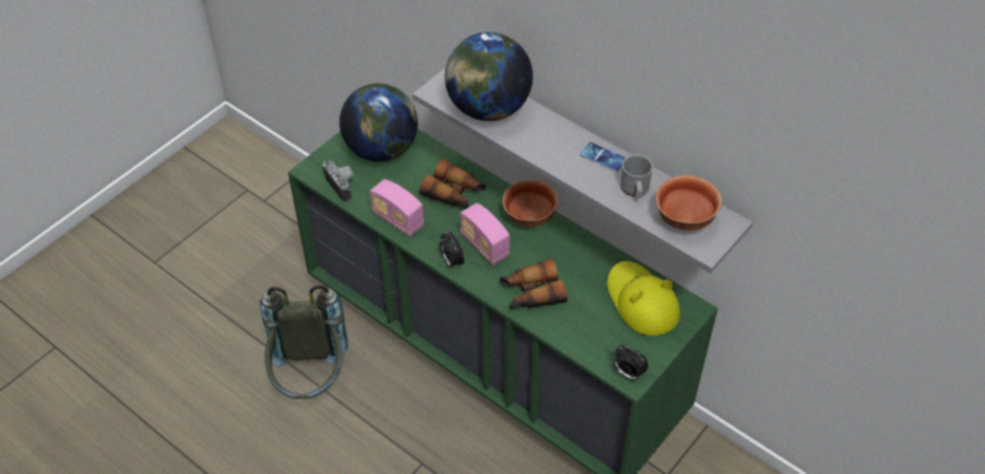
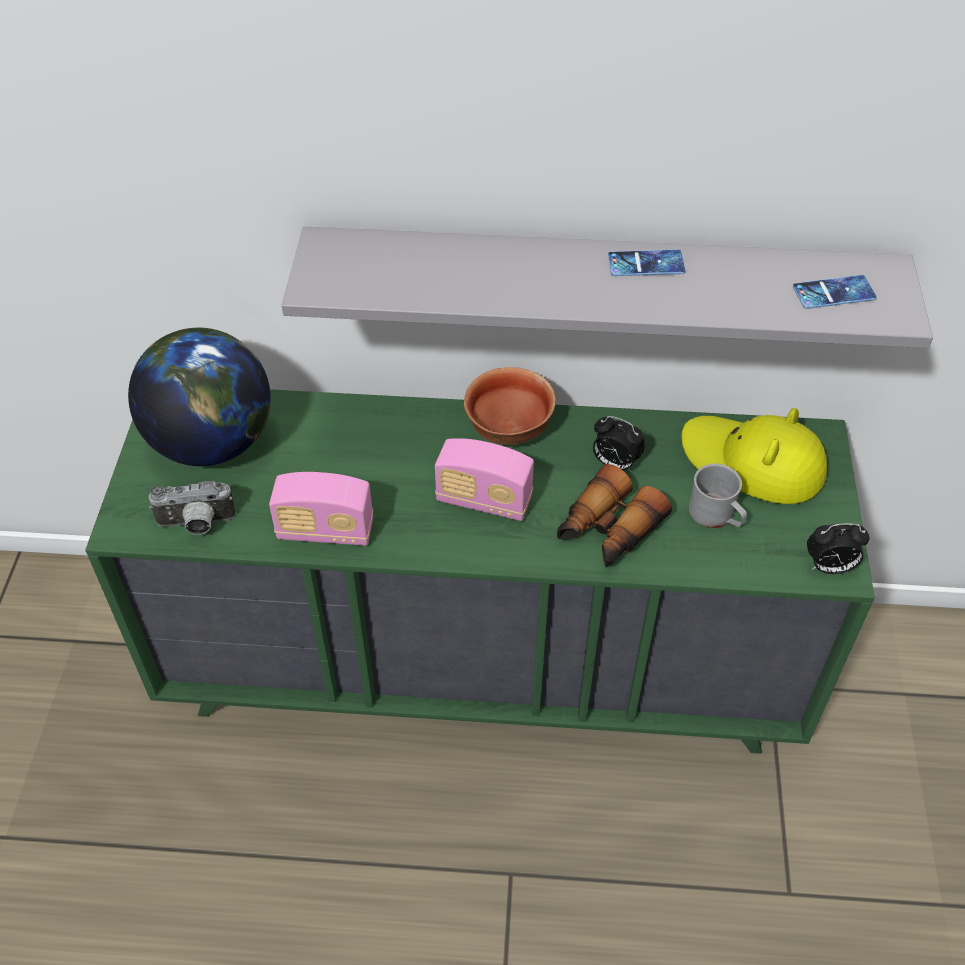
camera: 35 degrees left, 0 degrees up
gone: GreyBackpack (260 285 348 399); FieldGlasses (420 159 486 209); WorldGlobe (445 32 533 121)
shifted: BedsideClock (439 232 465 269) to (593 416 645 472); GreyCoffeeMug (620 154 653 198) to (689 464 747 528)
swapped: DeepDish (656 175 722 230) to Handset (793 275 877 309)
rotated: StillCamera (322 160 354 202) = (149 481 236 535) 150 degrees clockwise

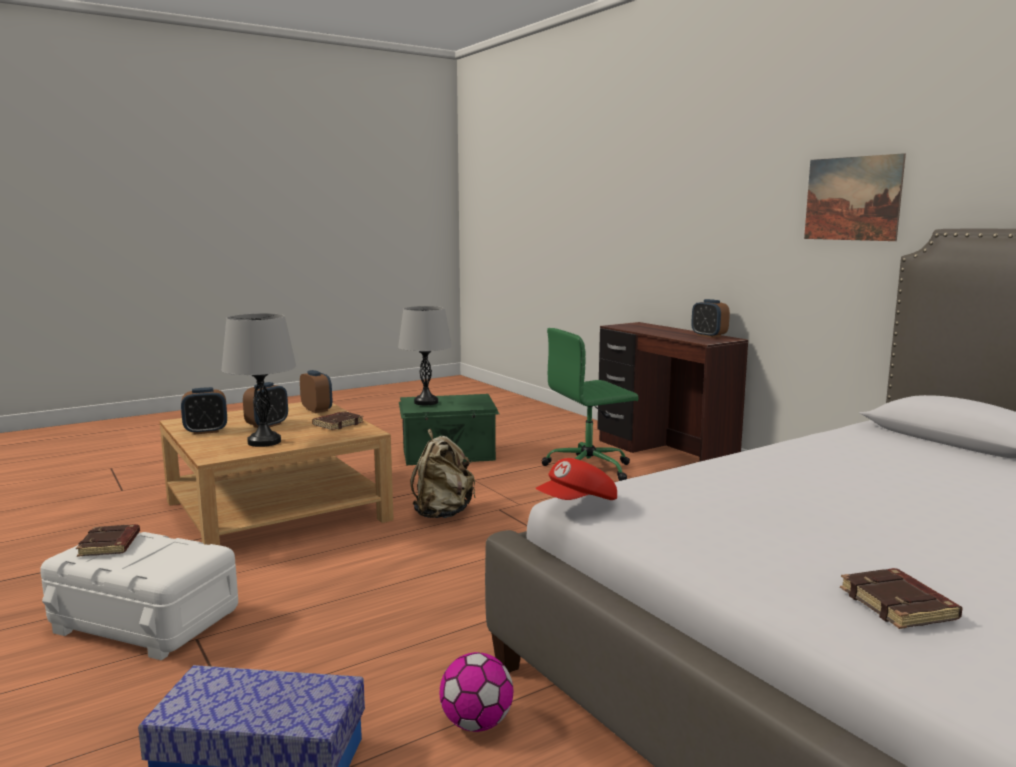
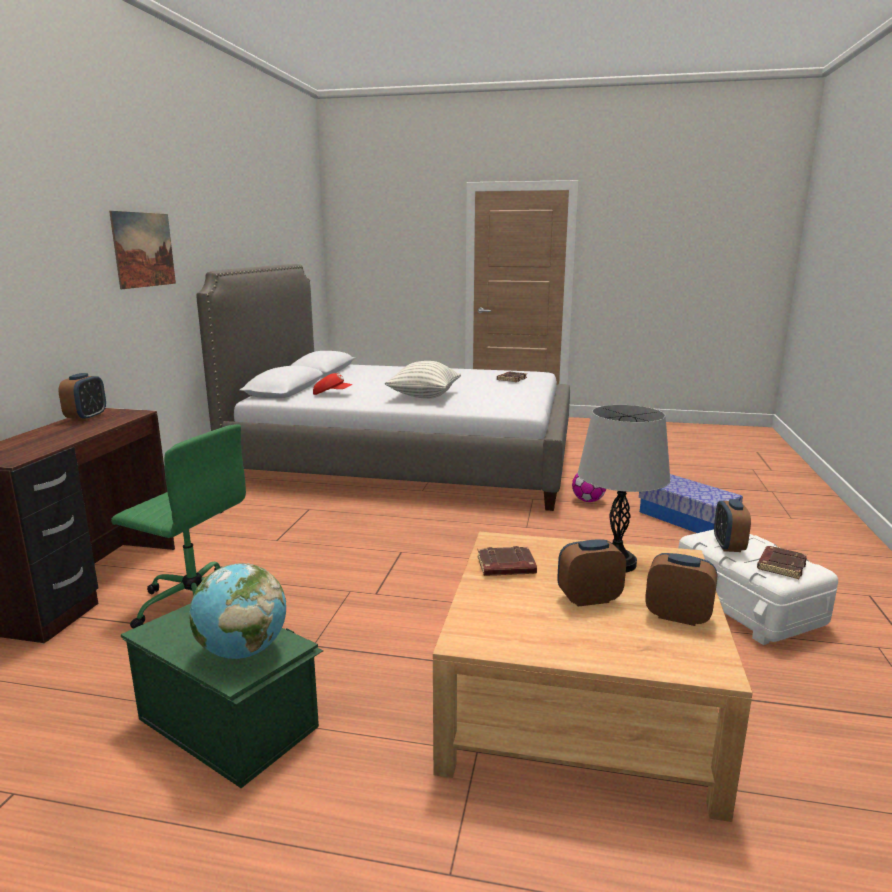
camera: 135 degrees left, 5 degrees up
gone: BeigeColouredBackpack (410 429 476 518)
new: Pillow (385 361 461 399)
shifted: BedsideClock (300 370 332 413) to (714 499 751 552); ReddishCap (535 458 617 500) to (313 373 352 395)
swapped: GreyTableLamp (398 306 452 405) to WorldGlobe (190 563 286 659)

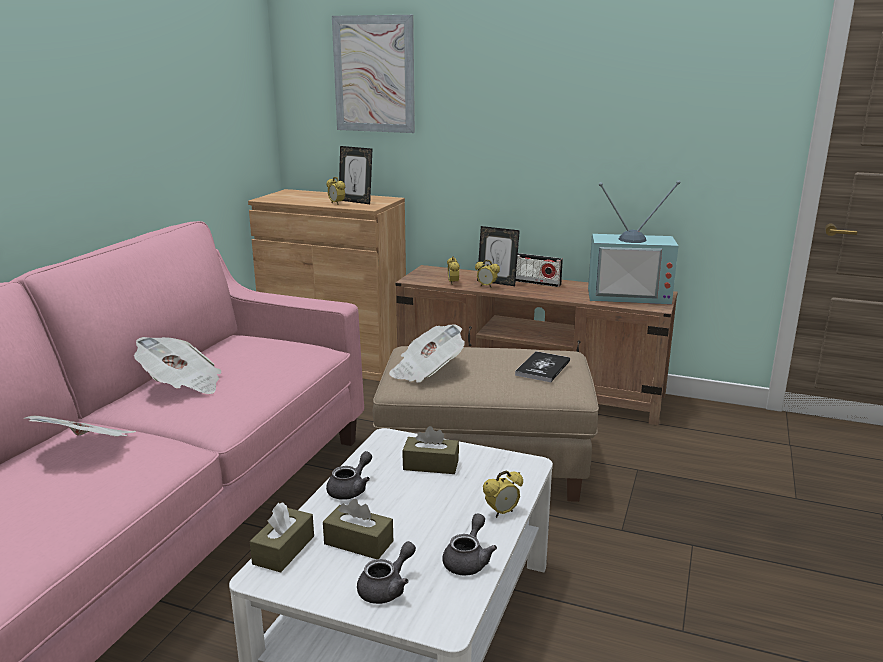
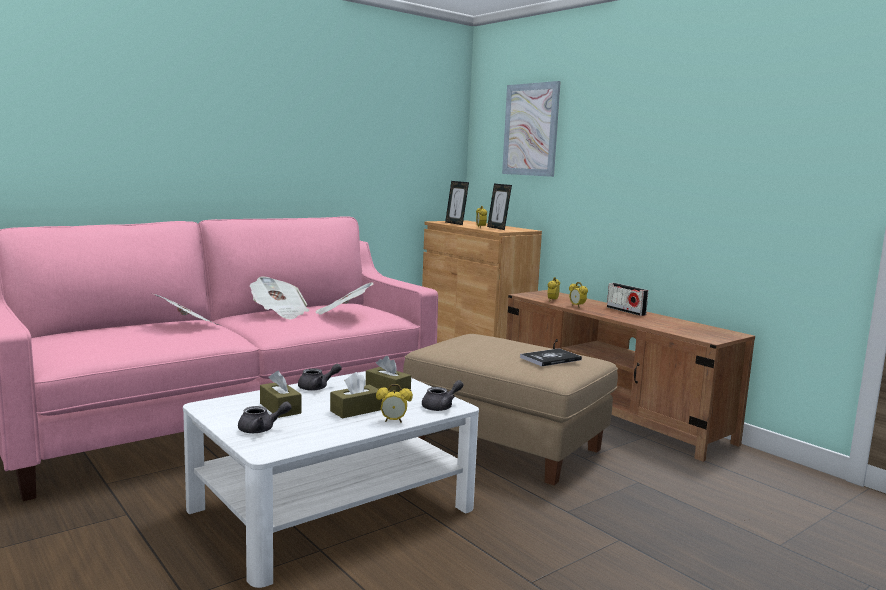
camera: 30 degrees right, 10 degrees down
gone: Television (588 180 680 304)
shifted: BrownishBoxOfTissues (250 502 314 573) to (330 372 382 418); DailyPaper (389 324 464 383) to (315 282 374 315); GreyTeapot (442 513 497 576) to (422 380 463 411); PhotoFrame (477 226 520 286) to (445 181 469 225)

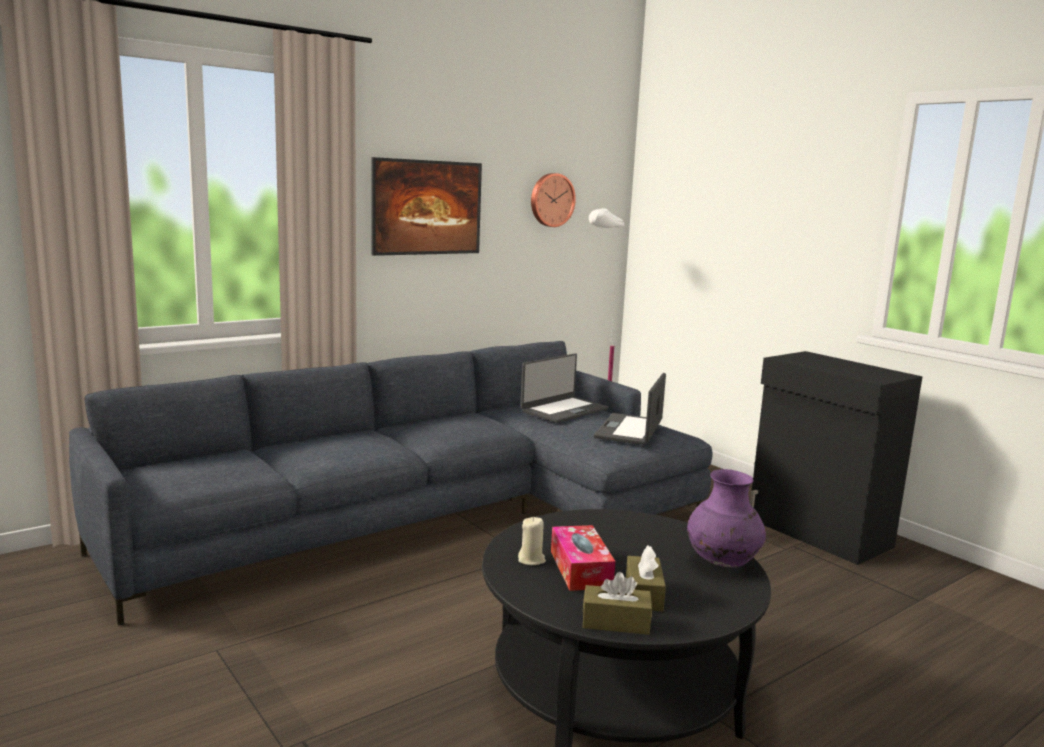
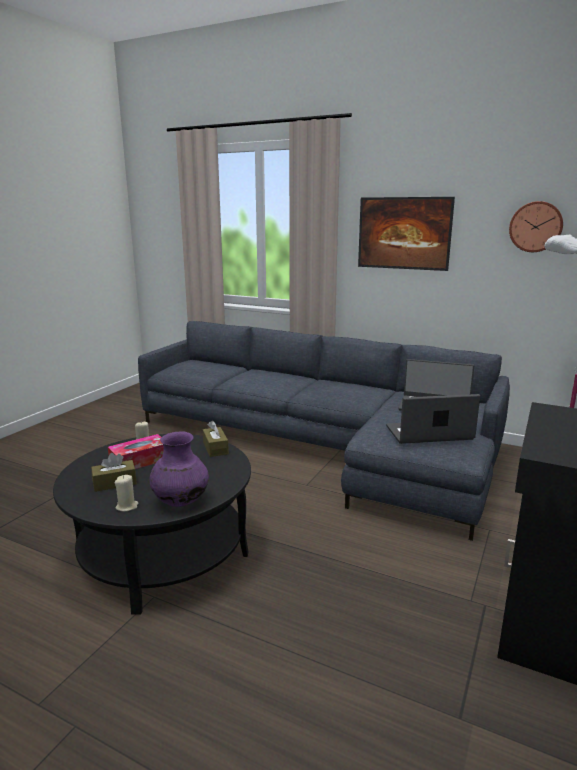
camera: 65 degrees right, 5 degrees up
new: BeigeColouredWaxCandle (115 475 139 512)
shifted: BrownishBoxOfTissues (583 572 652 635) to (203 421 229 457)

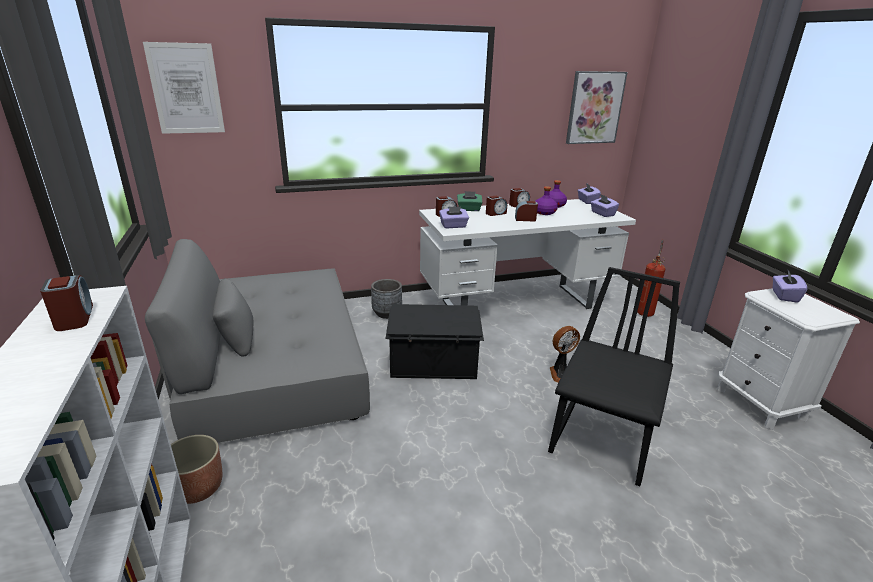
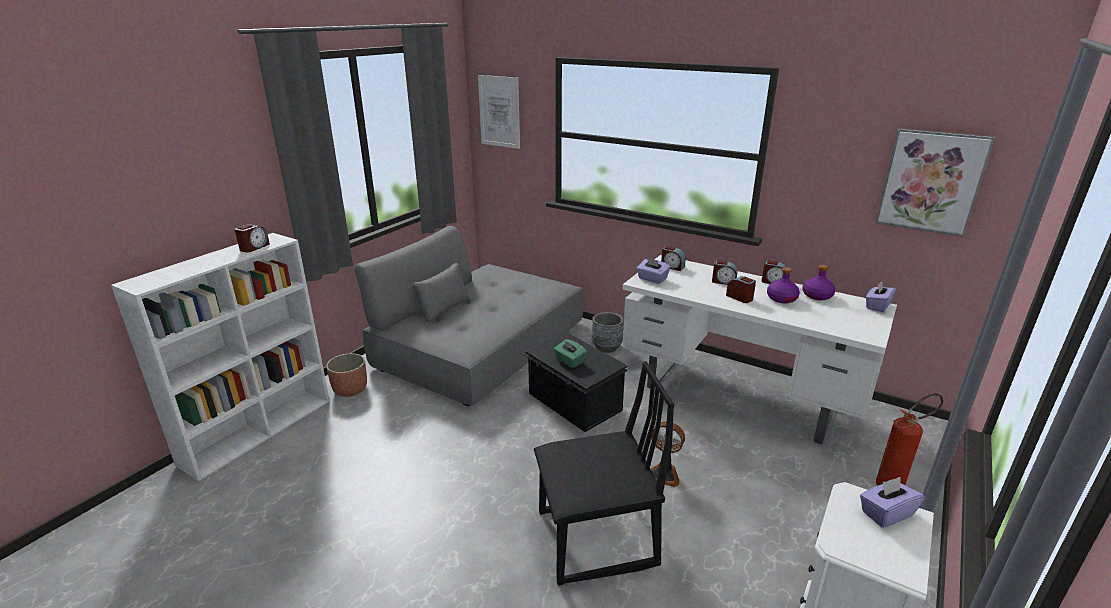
camera: 50 degrees right, 0 degrees up
gone: PurplishBoxOfTissues (591 194 619 217)
shifted: GreenBoxOfTissues (457 191 483 211) to (554 339 587 368)

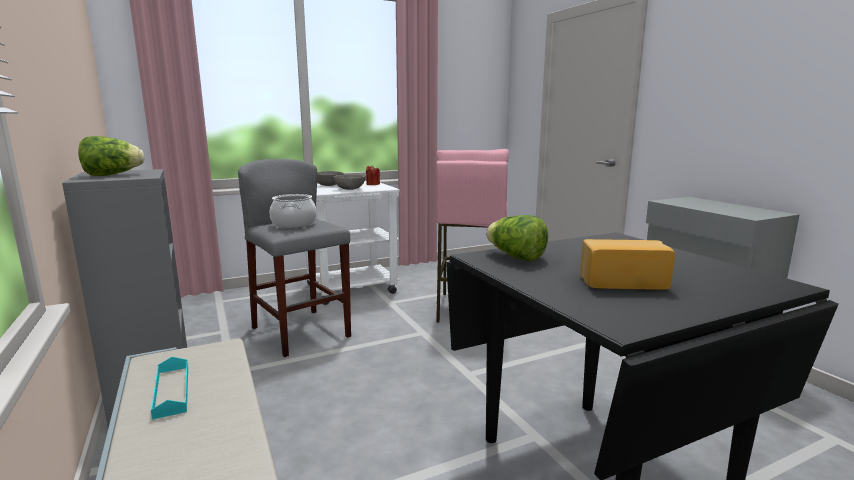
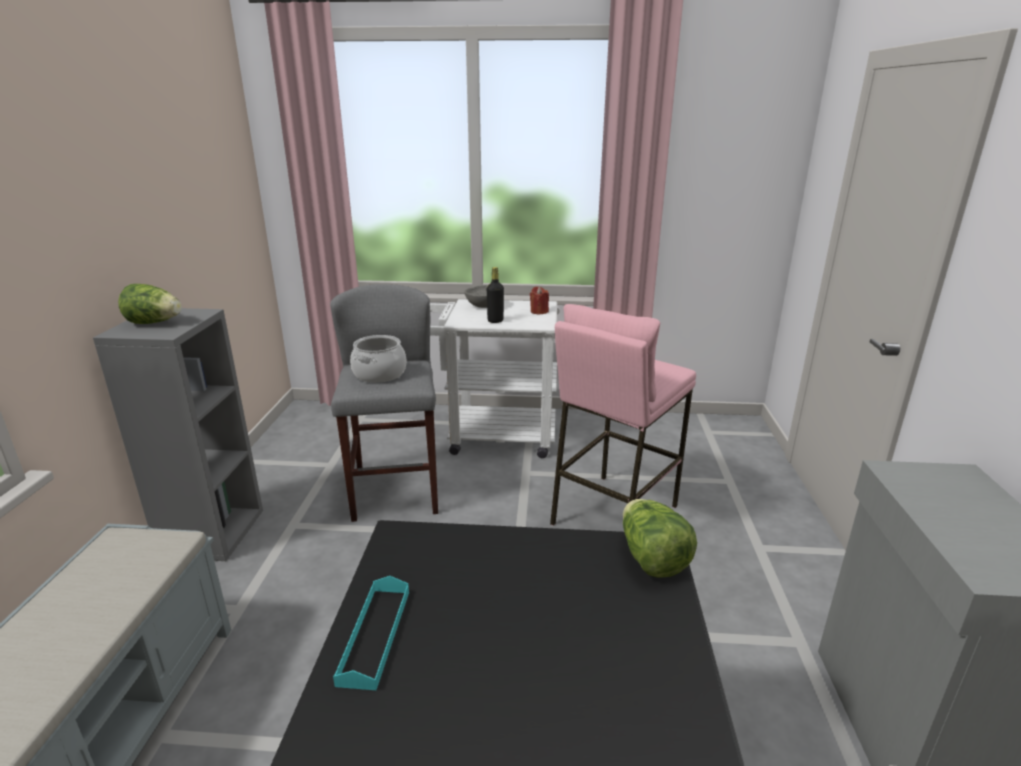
camera: 30 degrees right, 10 degrees up
gone: BakeryBread (580 239 675 290)
shifted: BlueGreenServingTray (151 357 188 420) to (333 576 409 690); LettuceHead (486 215 548 261) to (623 499 697 578)
swapped: GreyDeepDish (333 174 366 190) to BlackBottle (487 267 504 323)

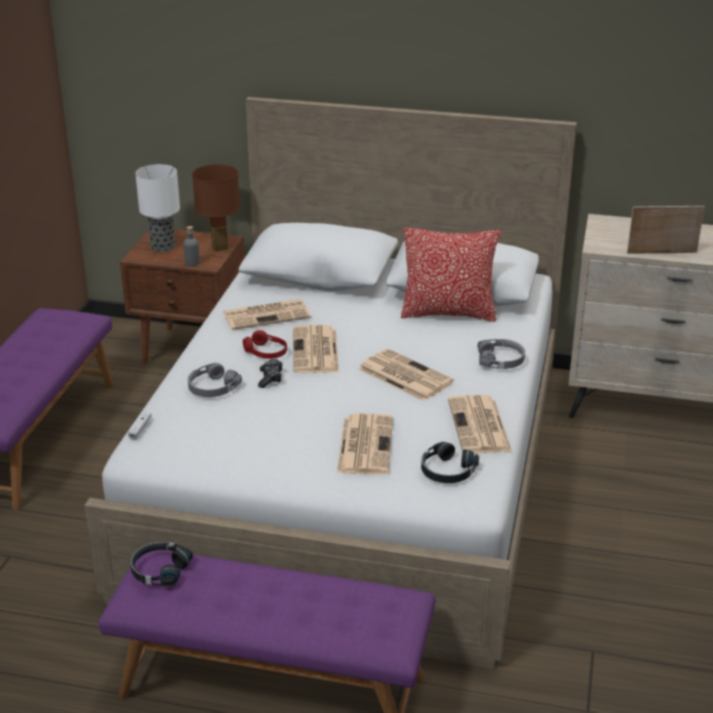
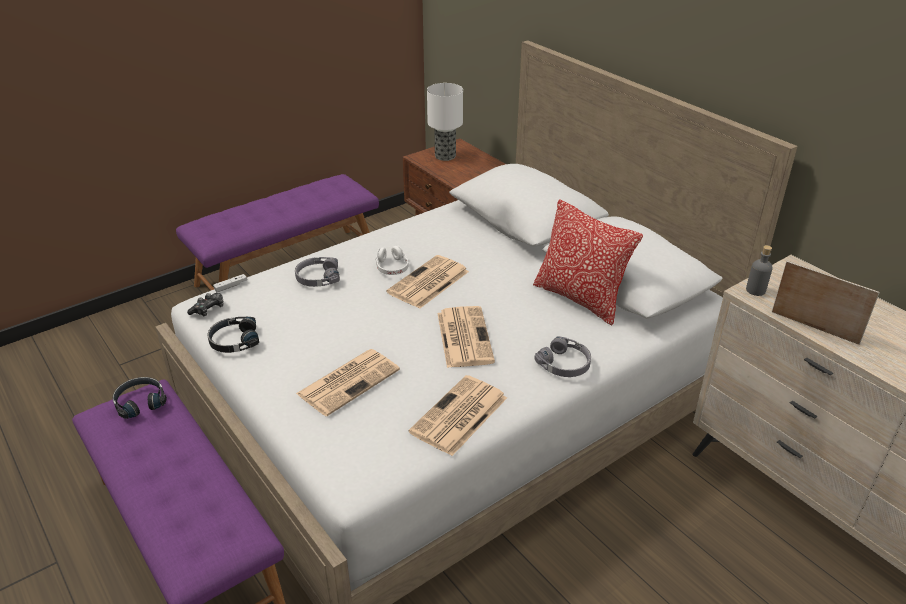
camera: 40 degrees right, 5 degrees up
gone: BrownishTableLamp (192 164 240 252); DailyPaper (223 299 311 330)
shifted: GreyBottle (183 226 200 267) to (746 245 773 296); Joypad (258 359 283 388) to (187 293 224 316); BlackPairOfHeadphones (421 442 479 483) to (207 317 259 353)
repainted: ReddishPairOfHeadphones (243 330 287 359) to WhitePairOfHeadphones (375 246 408 275)

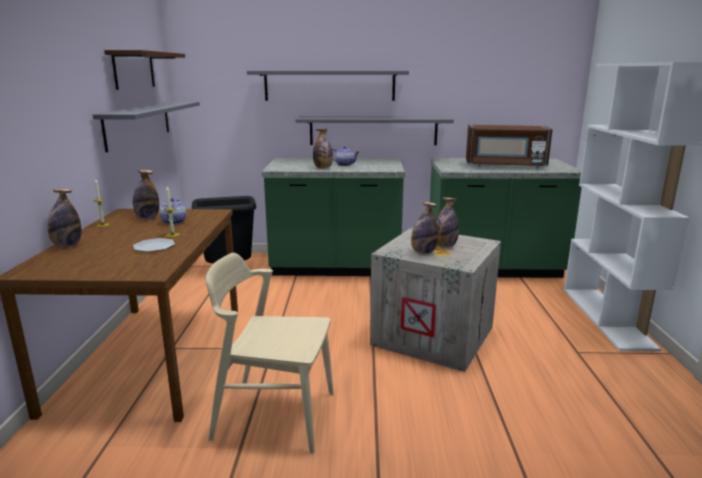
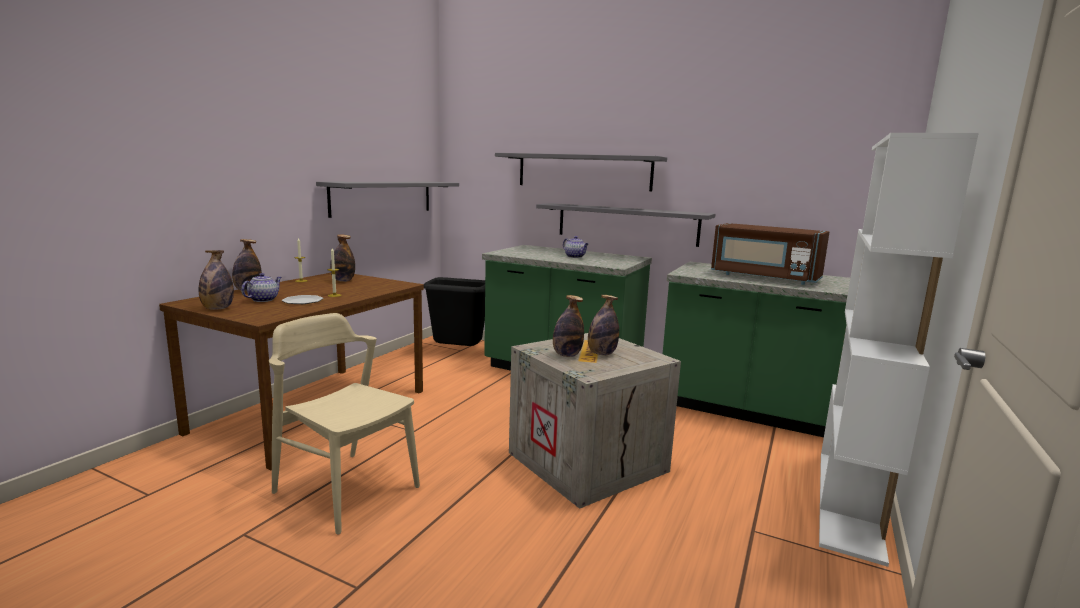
camera: 25 degrees right, 5 degrees down
gone: BrownishWallShelf (104 50 185 90)
shifted: Teapot (159 198 186 225) to (241 273 282 302); Bottle (313 128 333 168) to (199 250 234 310)

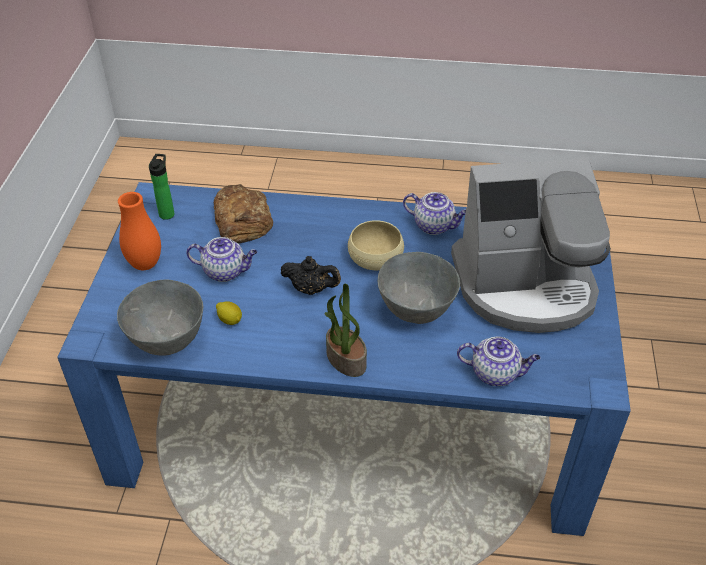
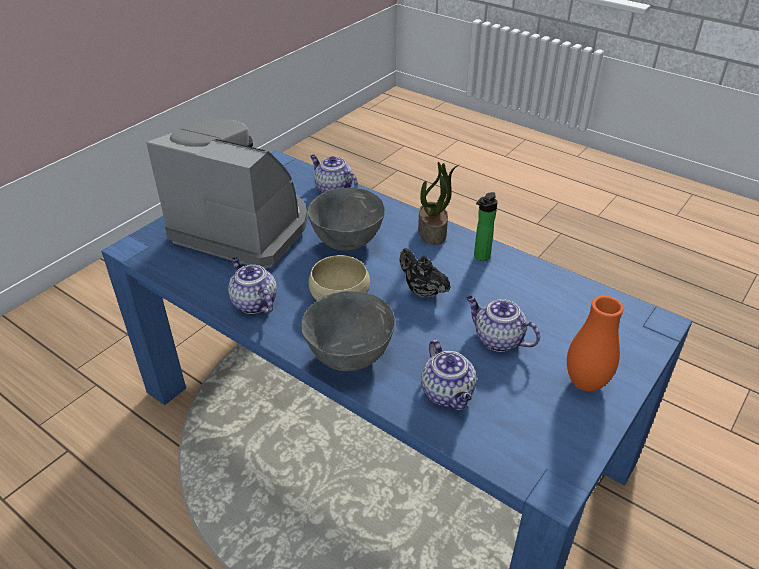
camera: 150 degrees left, 5 degrees down
gone: CitrusFruit (216 301 242 325)
shifted: GreyDeepDish (117 279 203 355) to (301 291 395 371); Bottle (149 154 175 220) to (474 192 498 261)
swapped: BakeryBread (214 184 273 244) to Teapot (421 340 477 410)

